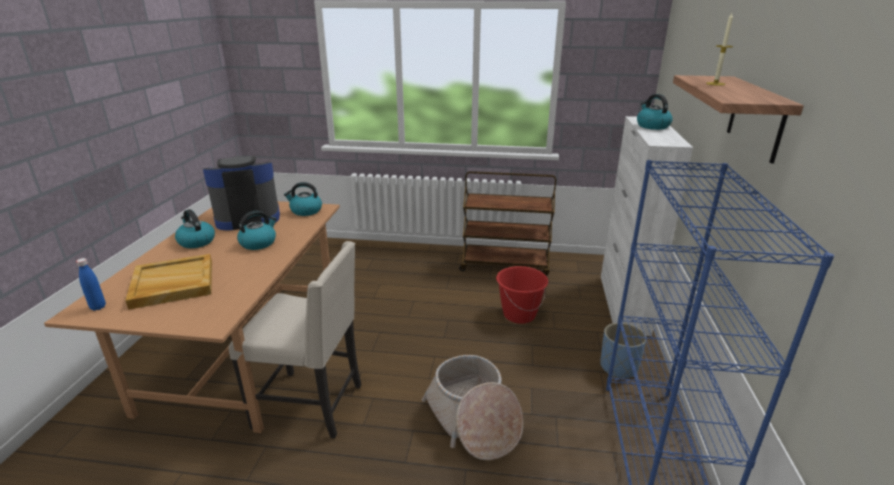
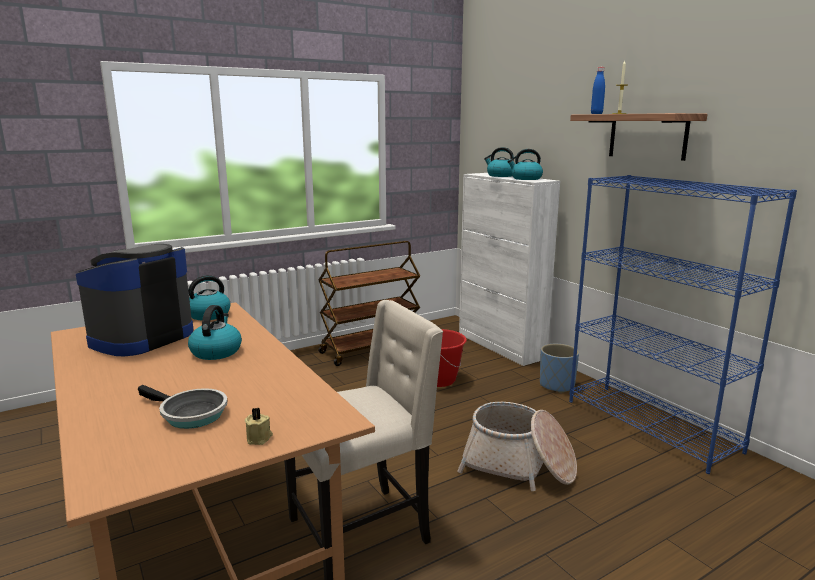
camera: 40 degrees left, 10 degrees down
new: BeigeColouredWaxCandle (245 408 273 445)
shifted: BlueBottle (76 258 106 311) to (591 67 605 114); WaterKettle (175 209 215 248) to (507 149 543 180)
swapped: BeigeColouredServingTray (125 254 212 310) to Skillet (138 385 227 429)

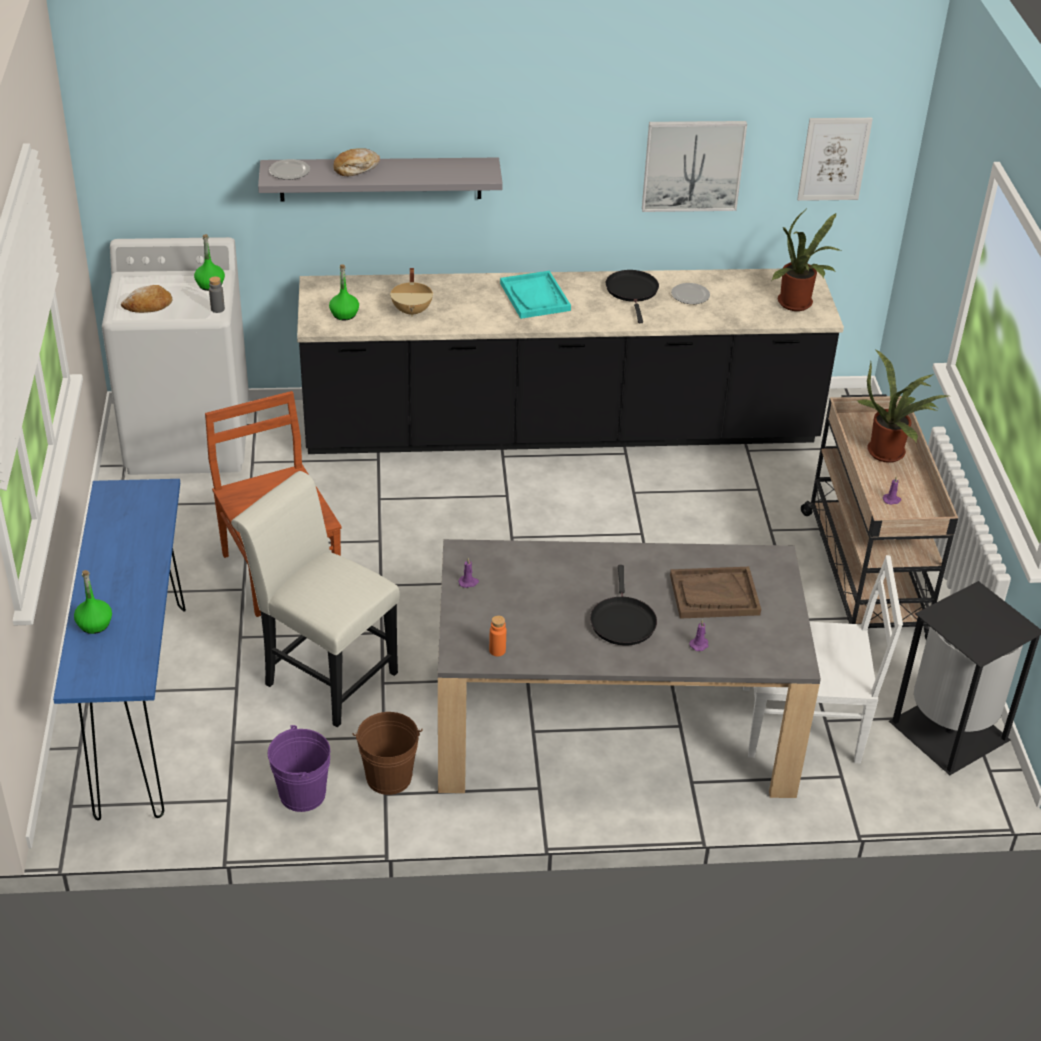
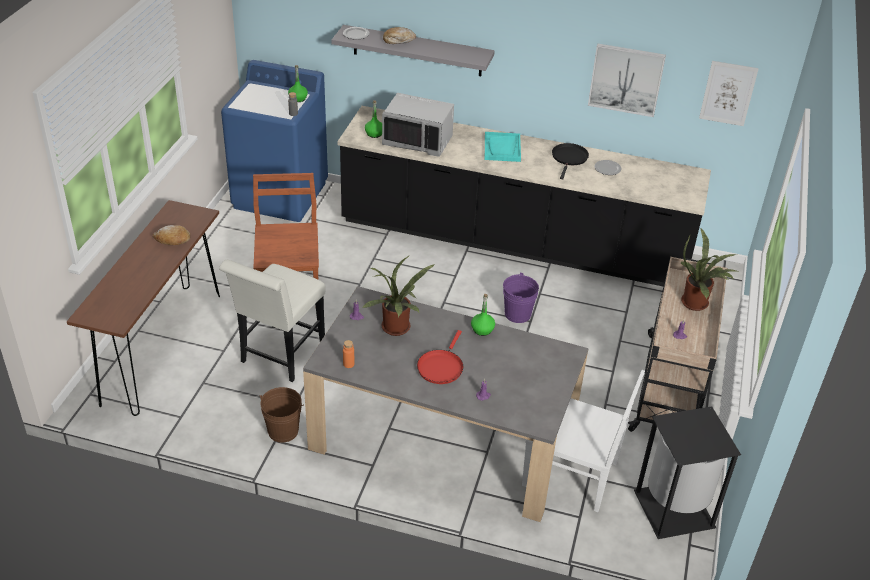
camera: 20 degrees right, 0 degrees up
gone: BrownishServingTray (670 567 761 619)
shifted: GreenBottle (74 570 112 634) to (471 294 495 336); BakeryBread (121 285 172 313) to (153 225 190 245); PurplishWaterBucket (268 725 330 812) to (503 273 539 323); PottedPlant (771 208 841 311) to (361 255 435 336)
swapped: BeigeColouredCookingPot (390 268 433 317) to GreyMicrowave (382 92 454 157)
repainted: BlueHallTable (53 479 186 821) to BrownishHallTable (67 200 220 416); WhiteLaundryMachine (102 237 249 475) to BlueLaundryMachine (221 60 328 222); BlackSkillet (590 565 657 646) to ReddishSkillet (417 330 463 384)
rotated: WhiteChair (231 471 400 727) = (219 260 326 382) 120 degrees counterclockwise

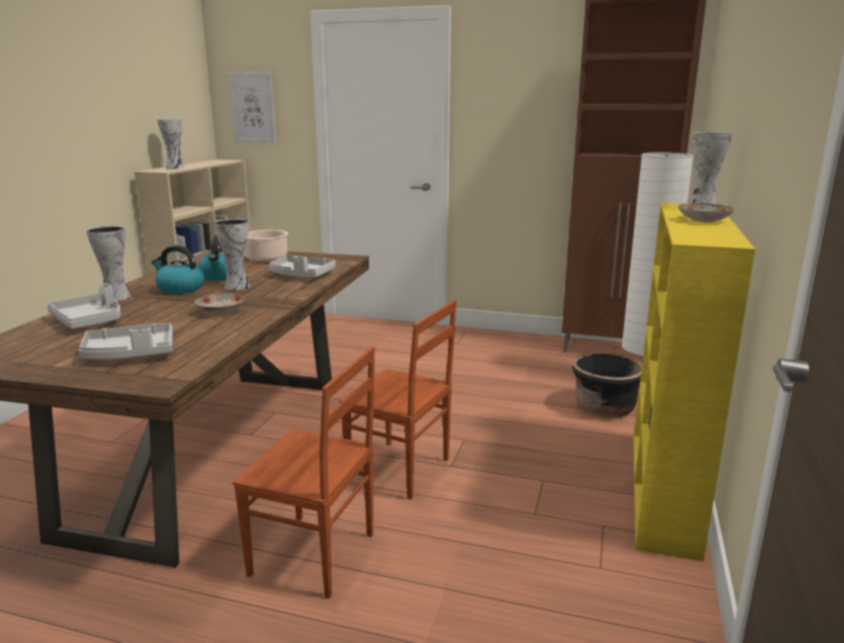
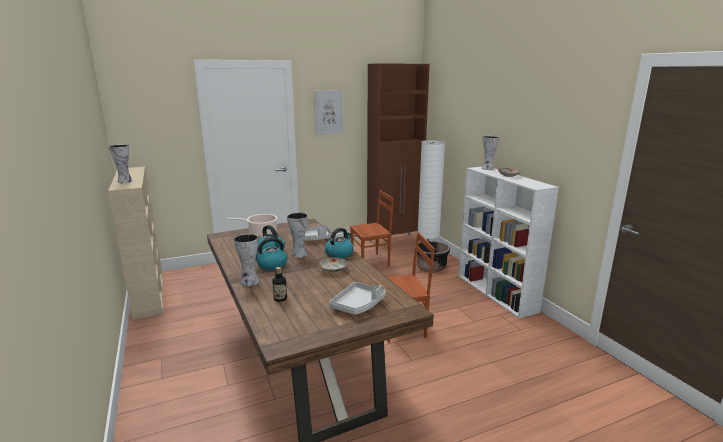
camera: 40 degrees left, 0 degrees up
new: WaterKettle (325 228 354 258)
shifted: Picture (229 72 276 143) to (314 90 344 135); BrownishChair (233 347 375 599) to (350 190 394 266)
swapped: GreyServingTray (47 283 121 329) to Bottle (272 267 287 302)
repainted: YellowColouredBookcase (634 203 755 562) to WhiteBookcase (458 166 559 318)

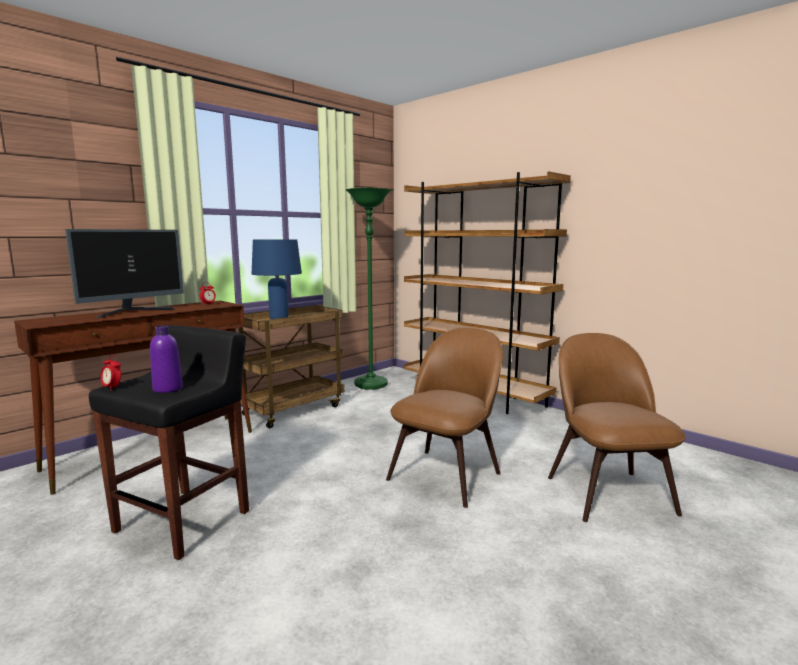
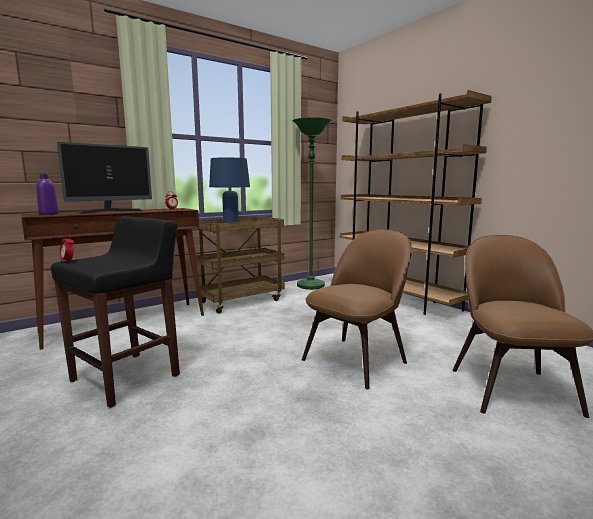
camera: 10 degrees right, 0 degrees up
shifted: PurplishBottle (150 325 183 393) to (36 174 59 215)

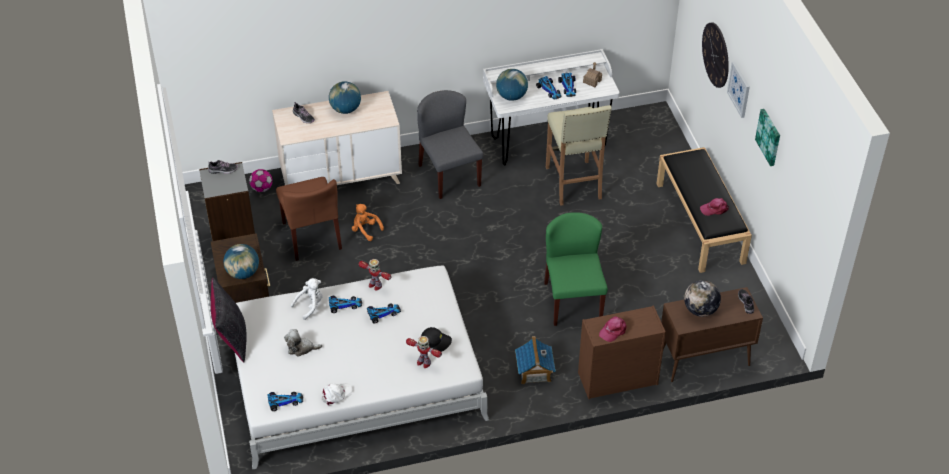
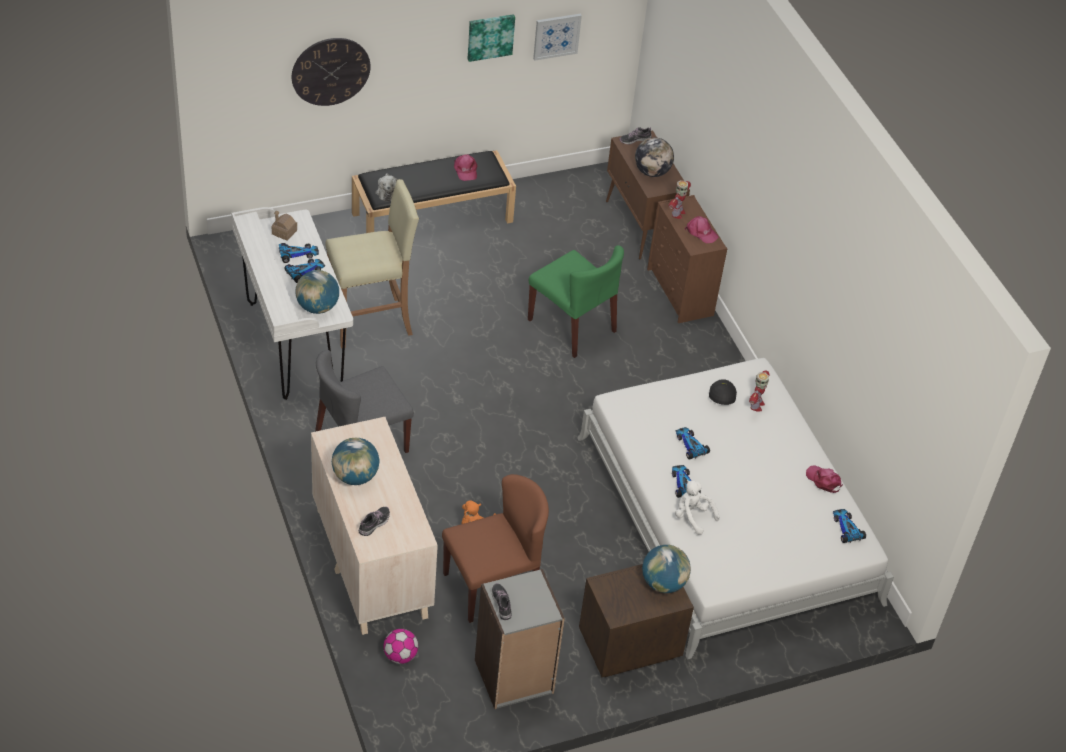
camera: 100 degrees left, 0 degrees up
gone: BlackPillow (211 277 246 362); ToyHouse (515 336 556 384)
shifted: PlushToy (284 329 322 357) to (375 173 397 201); ModelRobot (358 259 391 291) to (669 180 691 219); Picture (727 61 750 118) to (533 14 582 61)
repainted: WhiteCap (322 383 353 406) to PinkColouredCap (806 465 843 493)
rotated: GreenChair (544 212 608 326) = (528 245 624 358) 120 degrees counterclockwise

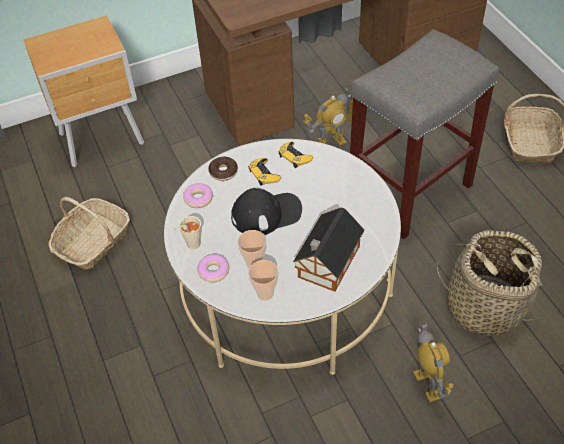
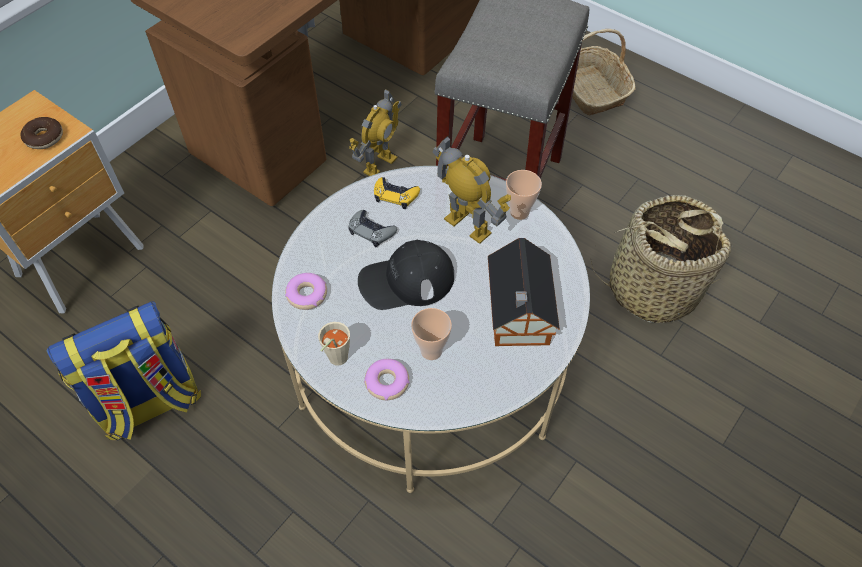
camera: 30 degrees left, 5 degrees up
shifted: Doughnut (208 157 238 181) to (21 117 63 149); Cup (248 260 278 301) to (506 170 542 220); ModelRobot (413 324 453 402) to (432 136 511 244)
swapped: StorageBasket (48 197 130 269) to Backpack (46 301 201 441)
repainted: YellowColouredJoypad (248 158 281 186) to GreyJoypad (348 210 397 247)
rotated: BlackCap (231 188 302 235) = (358 240 454 310) 150 degrees counterclockwise

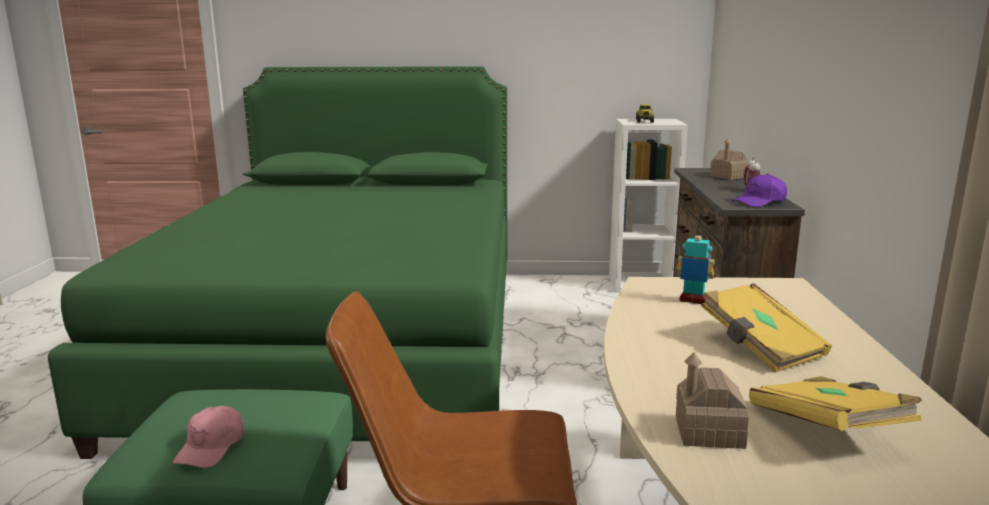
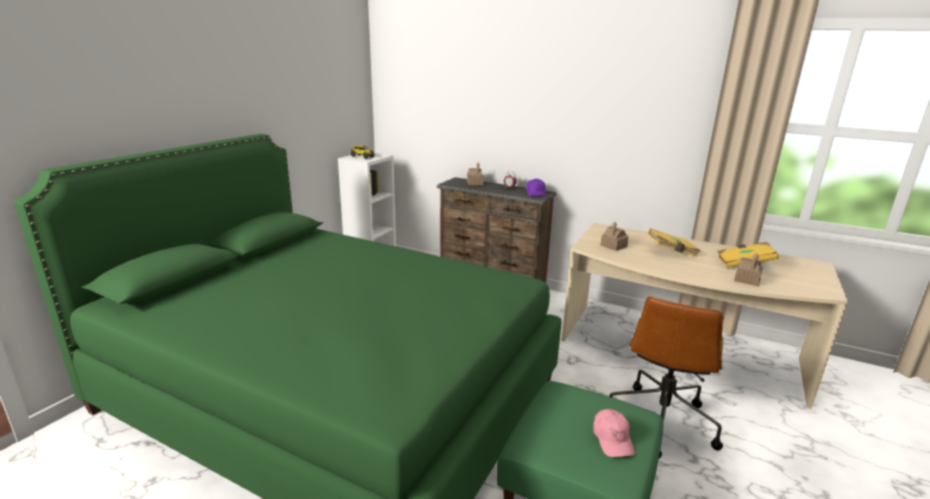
camera: 65 degrees left, 5 degrees up
swapped: ModelRobot (677 231 715 304) to ToyHouse (601 222 628 251)
rotated: PinkColouredCap (173 406 244 468) = (593 409 635 457) 45 degrees clockwise

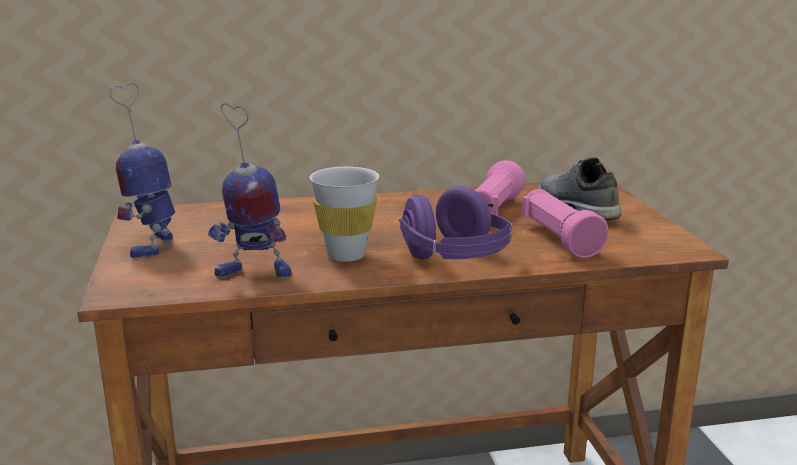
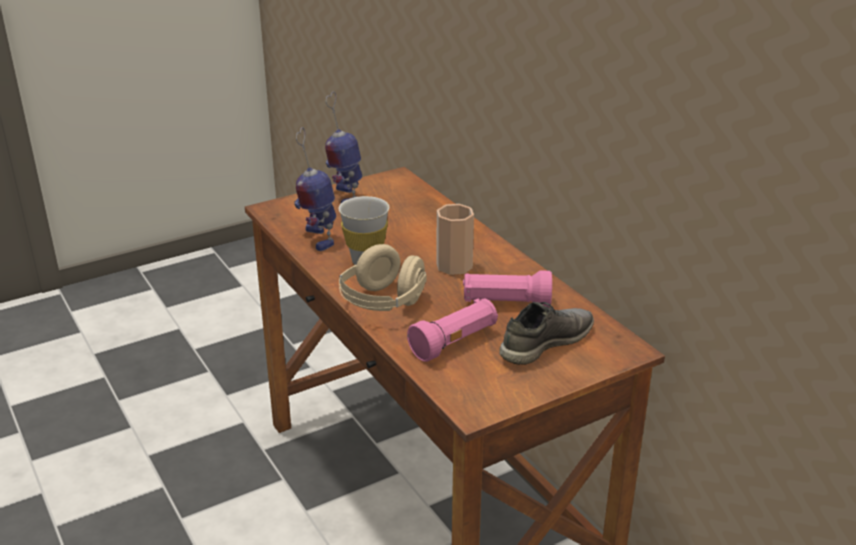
camera: 70 degrees right, 10 degrees up
new: Cup (436 204 474 275)
repainted: PurplishPairOfHeadphones (399 186 512 260) to BeigeColouredPairOfHeadphones (339 244 427 311)
rotated: ModelRobot (109 83 176 258) = (325 91 362 203) 90 degrees counterclockwise

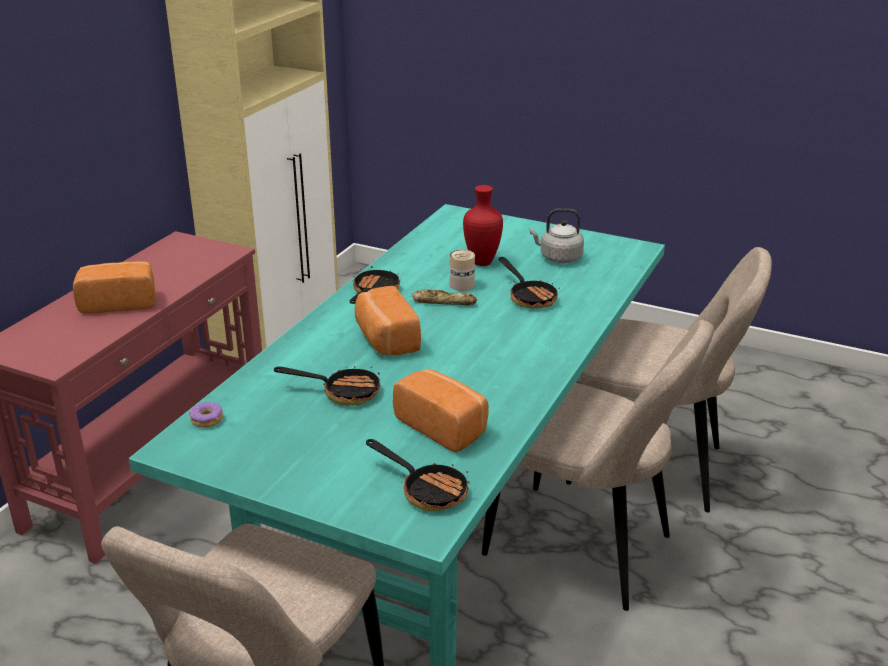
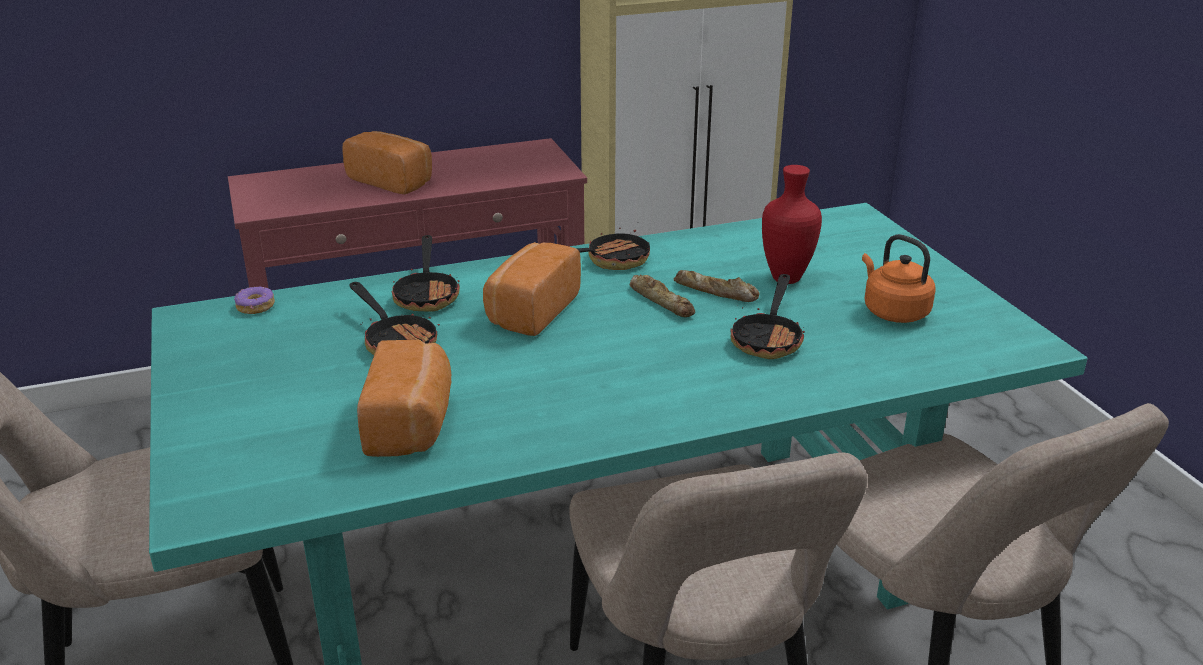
camera: 45 degrees right, 0 degrees up
shifted: Skillet (366 439 470 511) to (391 235 460 312)
swapped: SealedCan (450 250 475 291) to BakeryBread (674 270 760 302)
repainted: GreyWaterKettle (529 208 584 263) to OrangeWaterKettle (862 234 936 323)

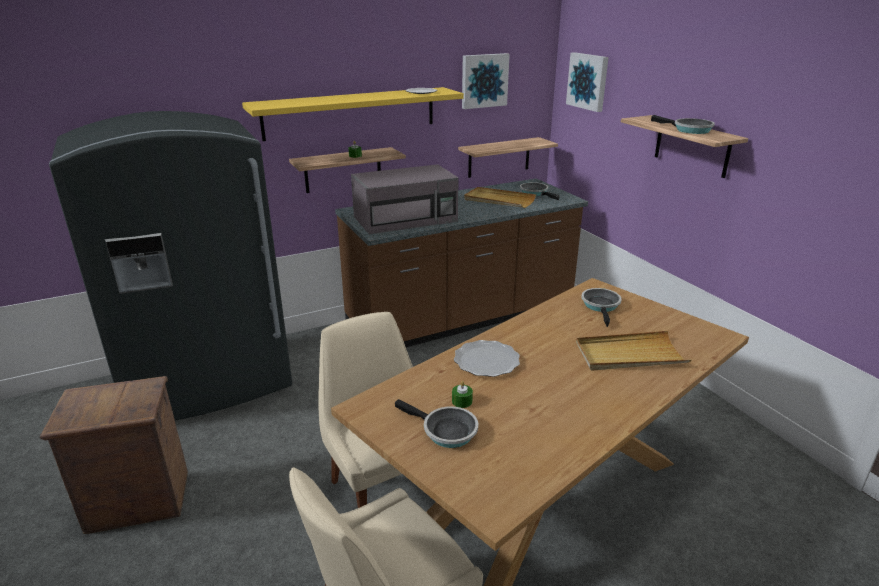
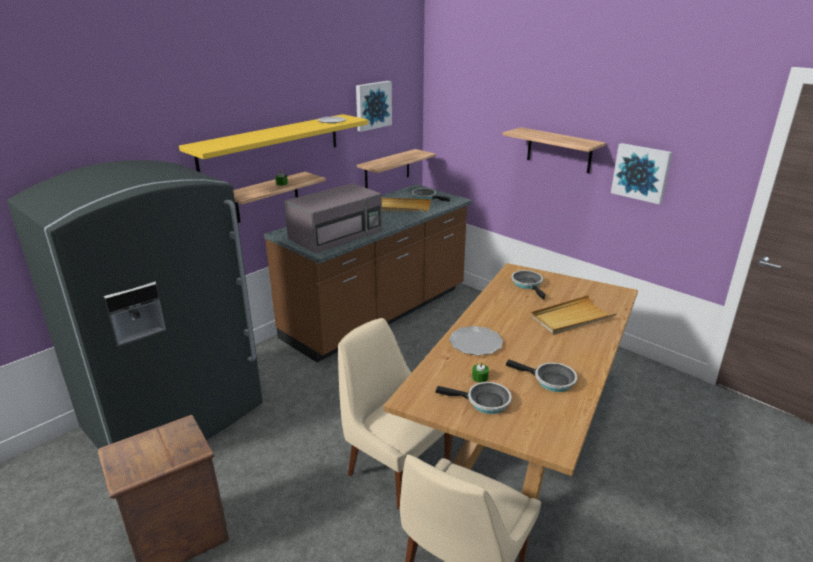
camera: 20 degrees left, 0 degrees up
shifted: Picture (566 52 609 112) to (611 143 672 204); Skillet (651 115 715 134) to (506 359 577 392)

